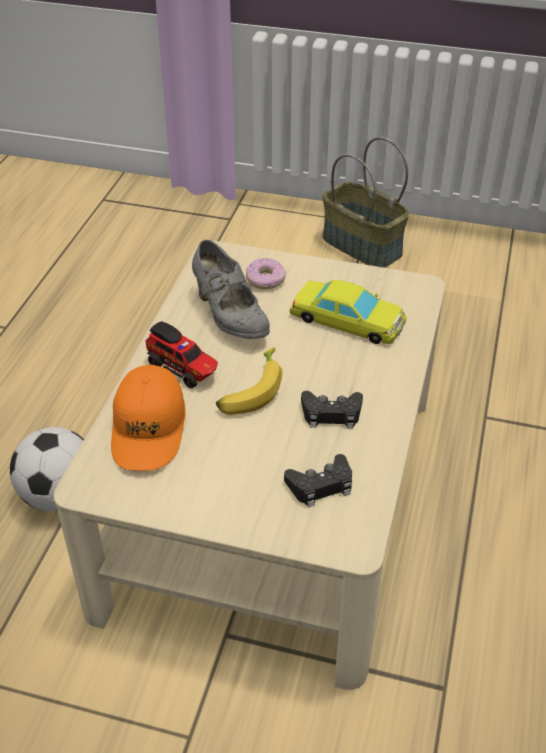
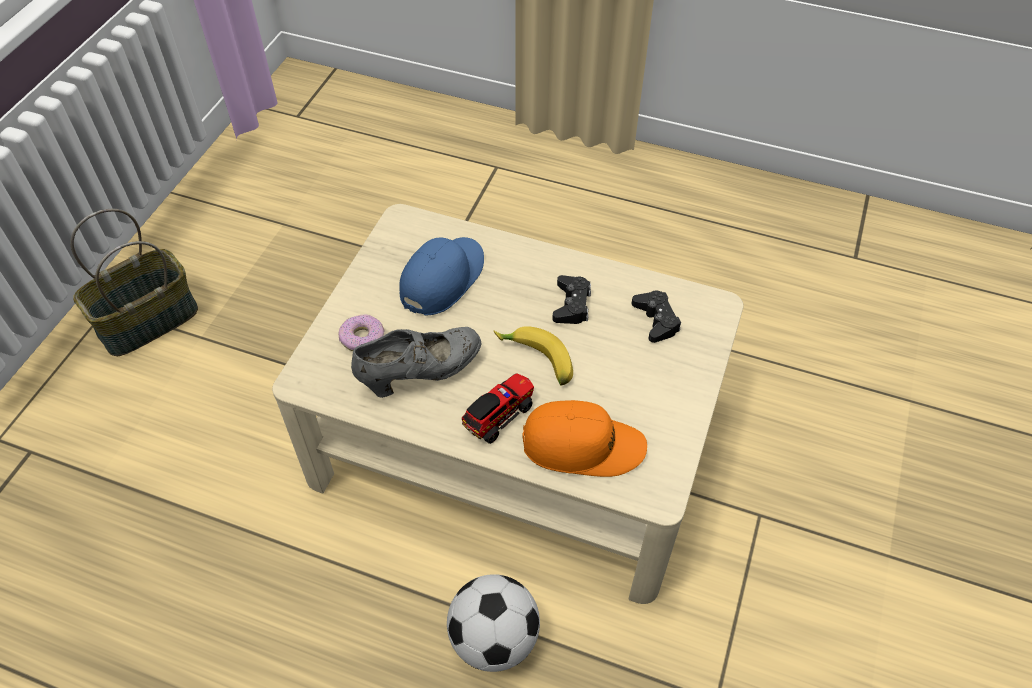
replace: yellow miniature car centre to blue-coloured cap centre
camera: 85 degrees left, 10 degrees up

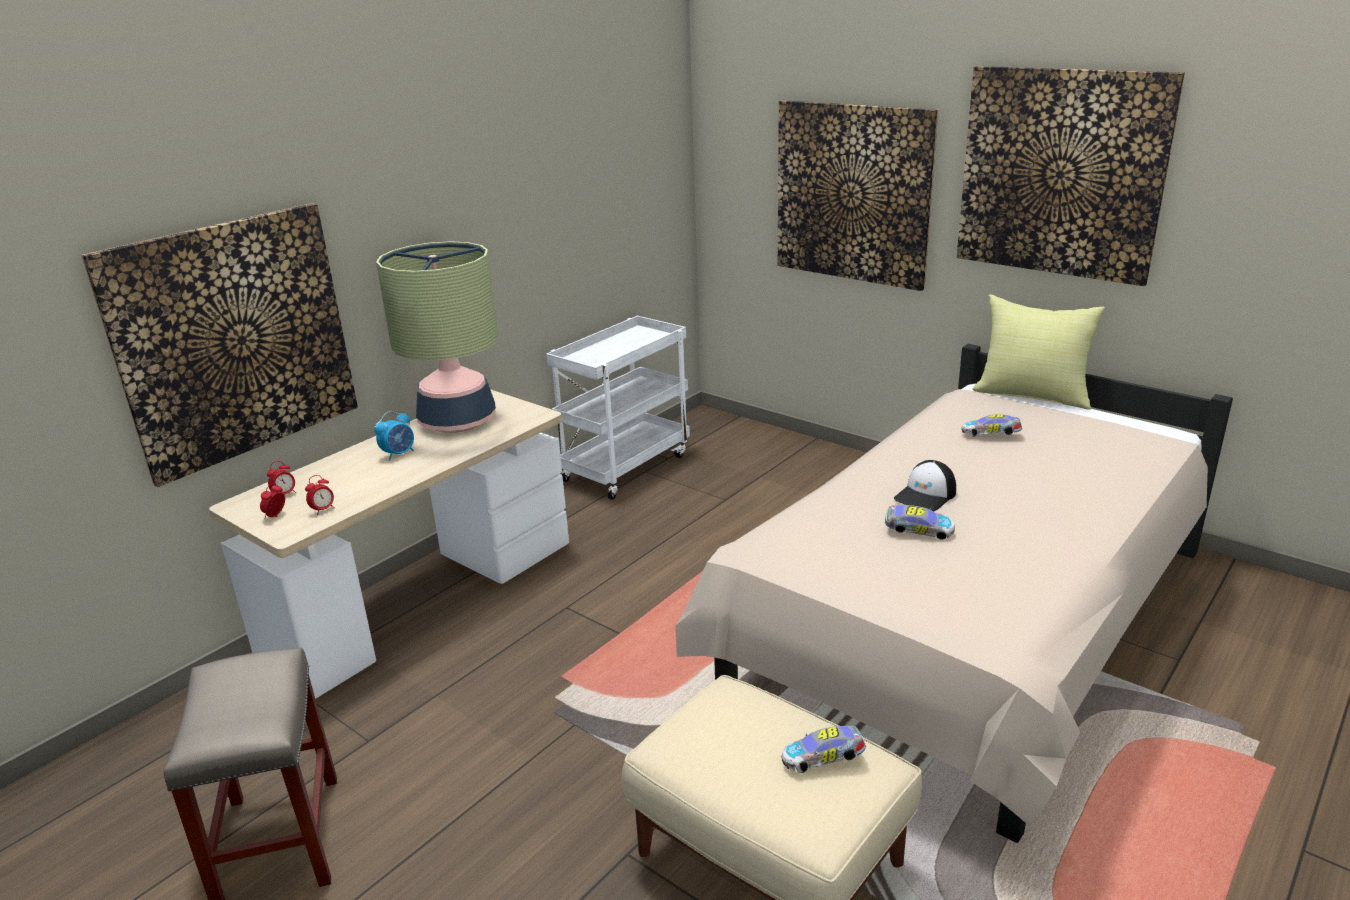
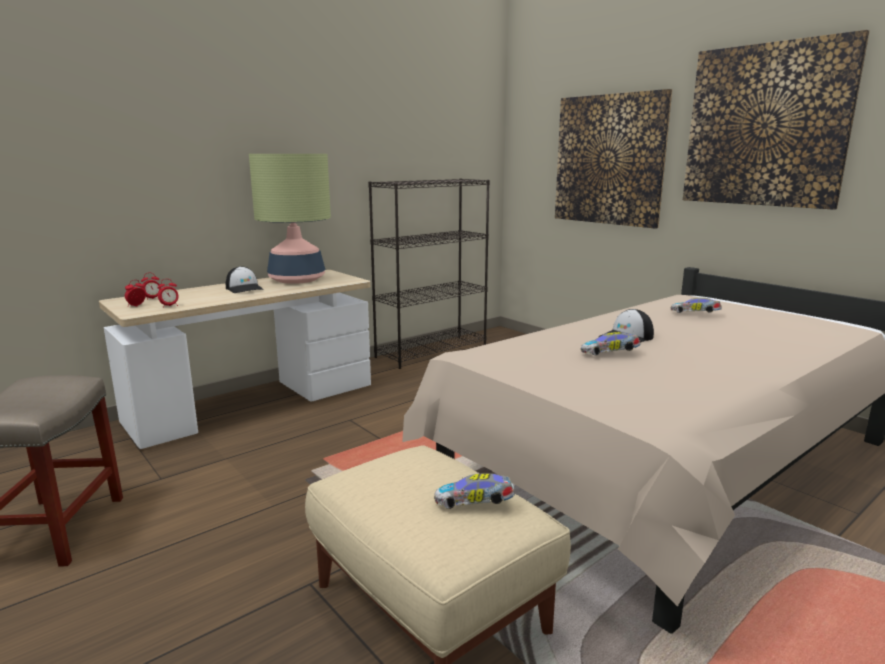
delete: wall picture (1st from left) middle left; yellow throw pillow middle right
replace: whitish wheeled cart centre to black shelving unit centre; table clock (4th from left) middle left to cap (1st from left) middle left
rotate: miniature car (2nd from left) middle right = middle right 150 degrees clockwise
camera: 10 degrees right, 10 degrees down

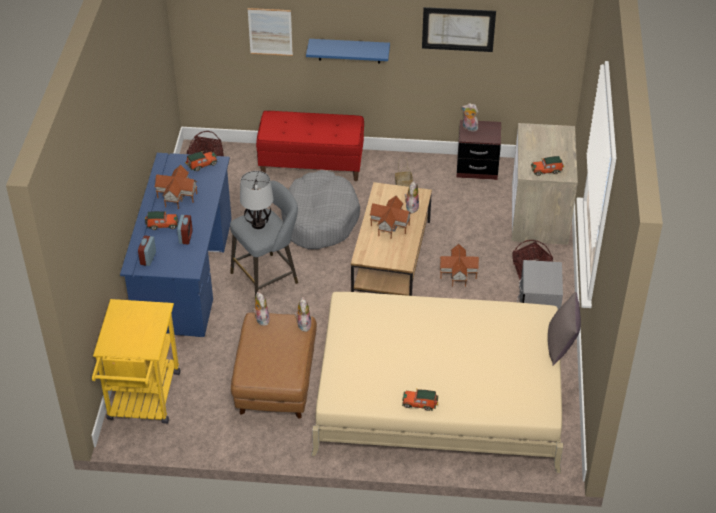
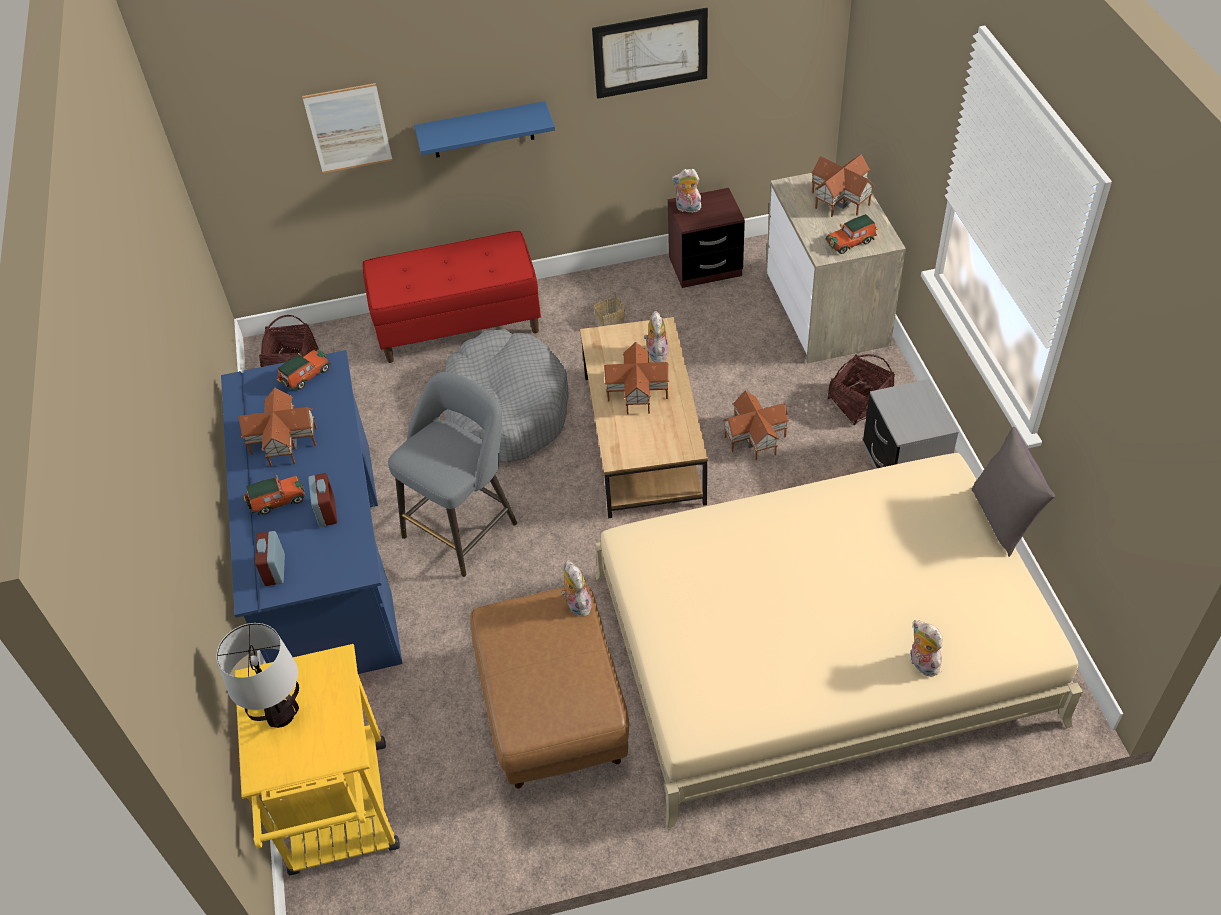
delete: miniature car (3rd from left) bottom centre
insert: model house (4th from left) top right
move: lamp for a table centre to bottom left; plush toy (1st from left in the first image) centre to plush toy (4th from left) bottom right
camera: 15 degrees left, 5 degrees up

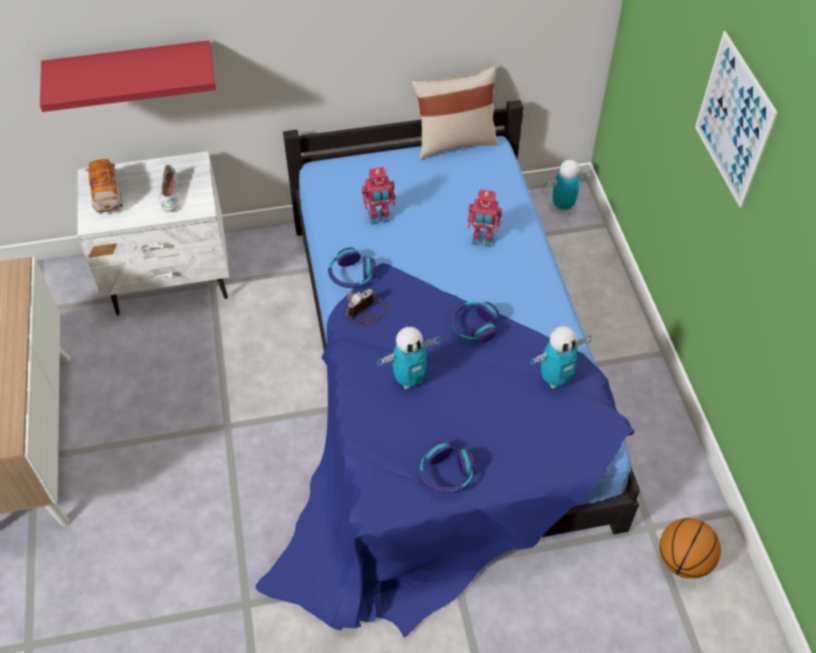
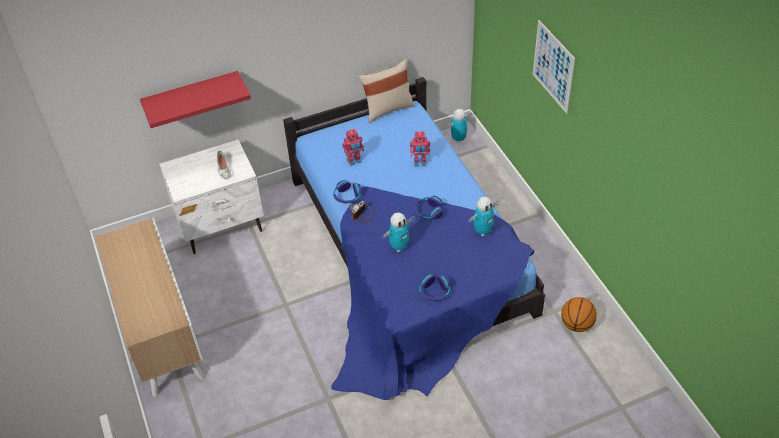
delete: miniature car top left
camera: 10 degrees left, 5 degrees down

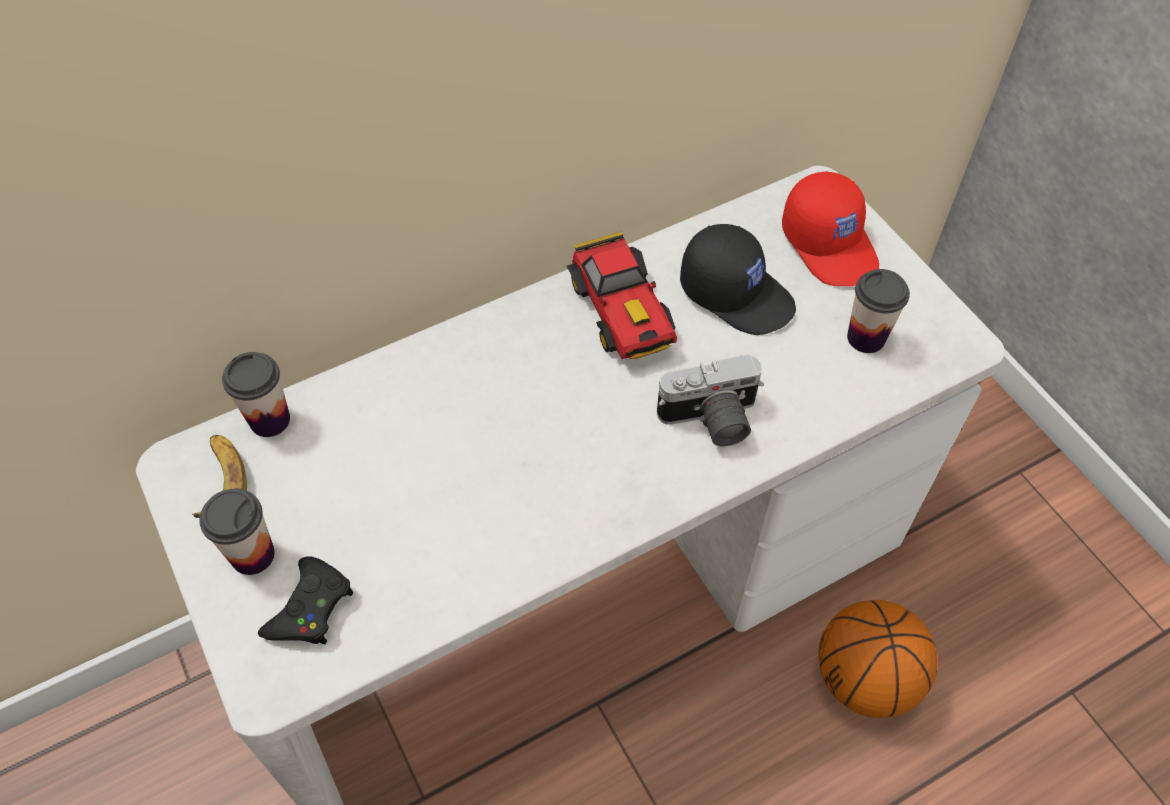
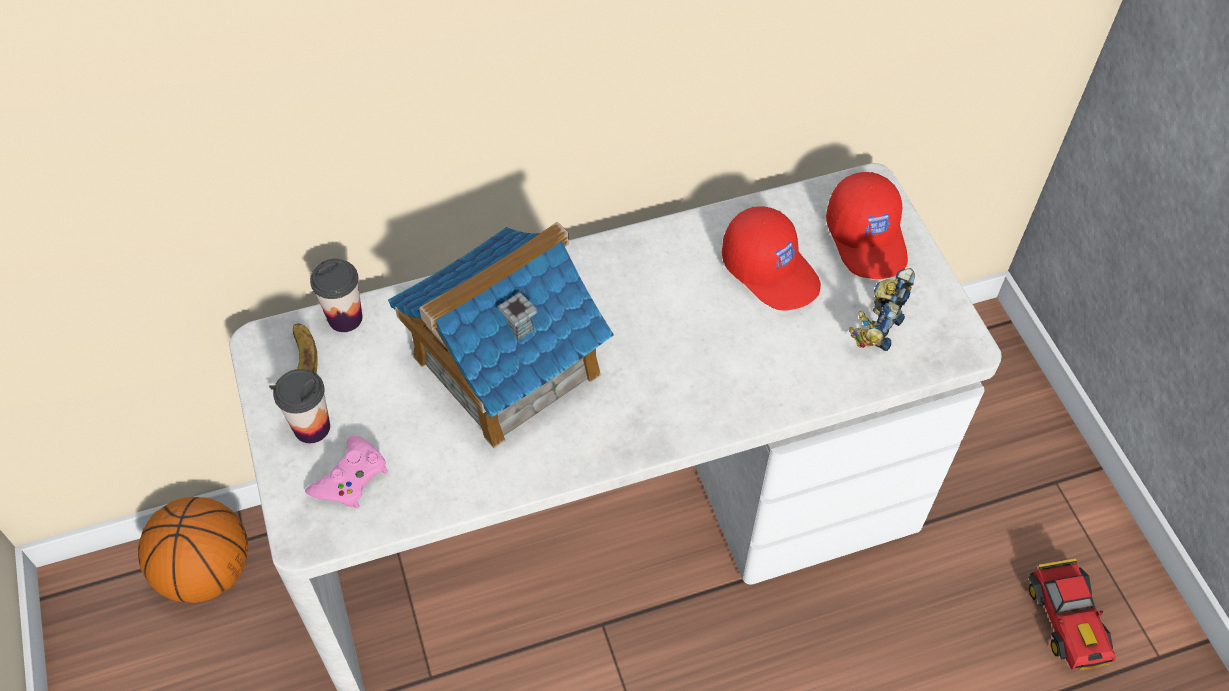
delete: photo camera centre
insert: model house centre
move: miniature car centre to bottom right; basketball ball bottom right to bottom left
replace: drinking cup (3rd from left) middle right to toy robot middle right
recolor: black cap centre to red-coloured cap (1st from left) centre; black game controller bottom left to pink-coloured game controller bottom left
camera: 10 degrees right, 0 degrees up

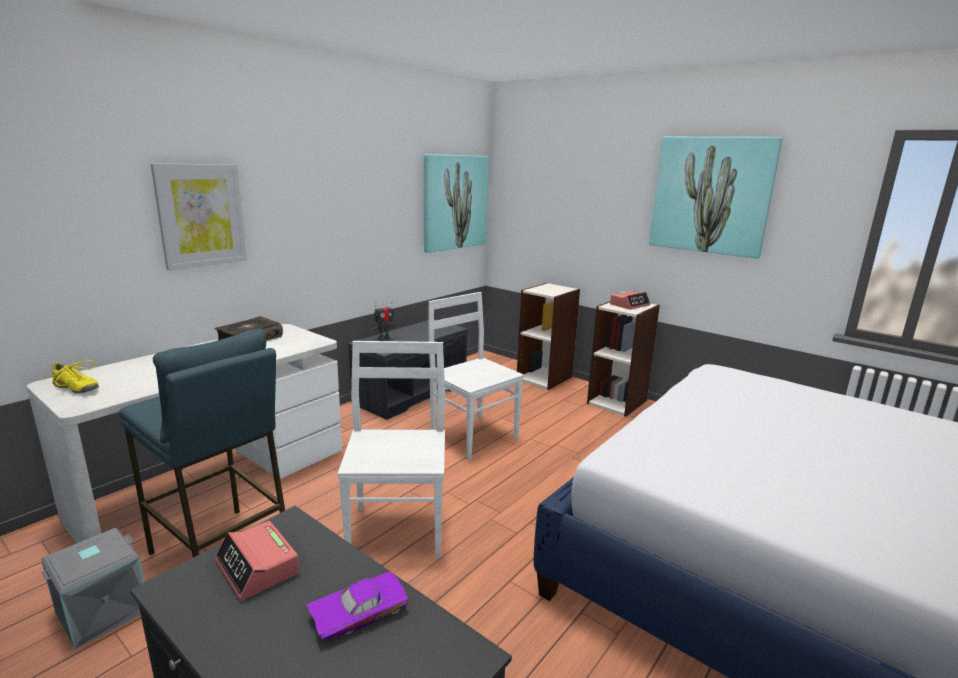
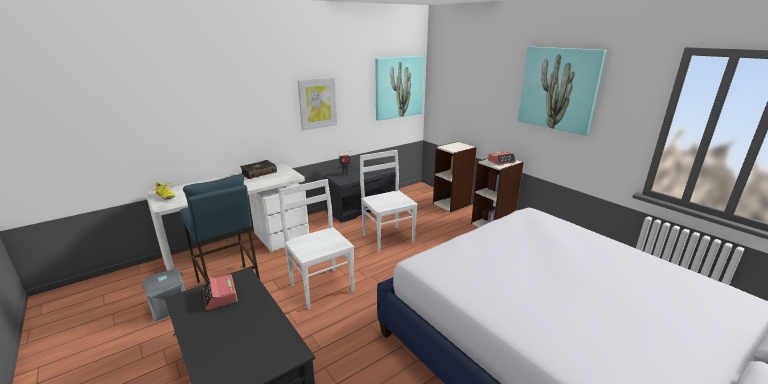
delete: purplish miniature car bottom centre
move: wall picture (1st from left) top left to top centre
rotate: whitish plain chair (1st from left) centre = centre 45 degrees counterclockwise
camera: 15 degrees right, 5 degrees up

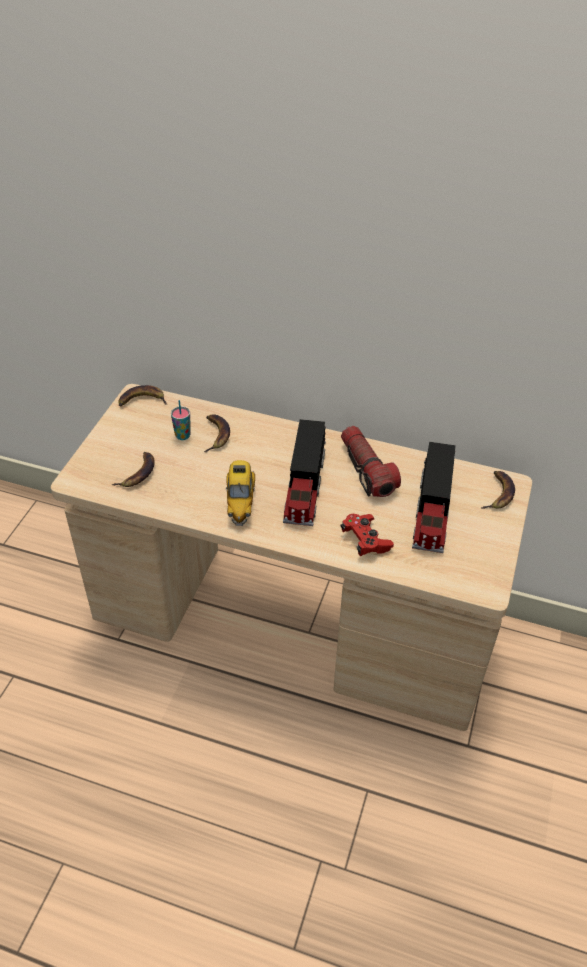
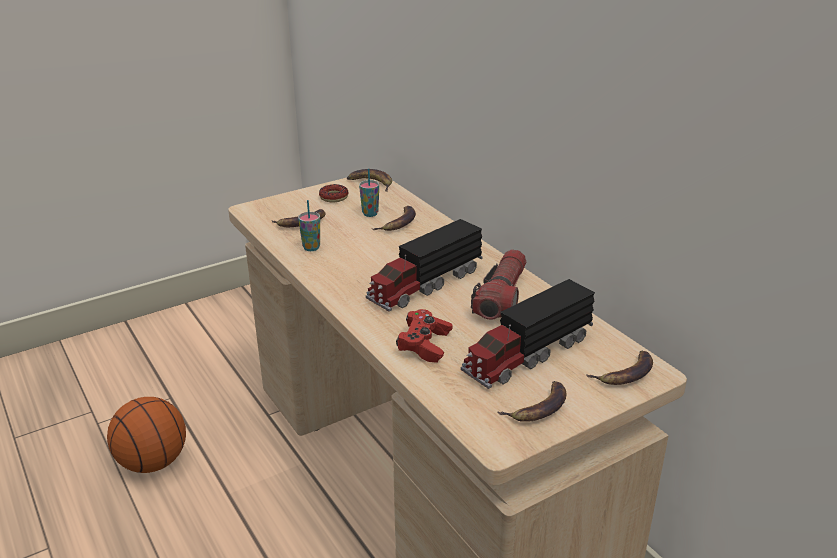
delete: miniature car centre
insert: doughnut centre; drinking cup (1st from left) centre; whole banana (4th from left) bottom centre; basketball ball bottom left
camera: 40 degrees right, 15 degrees down

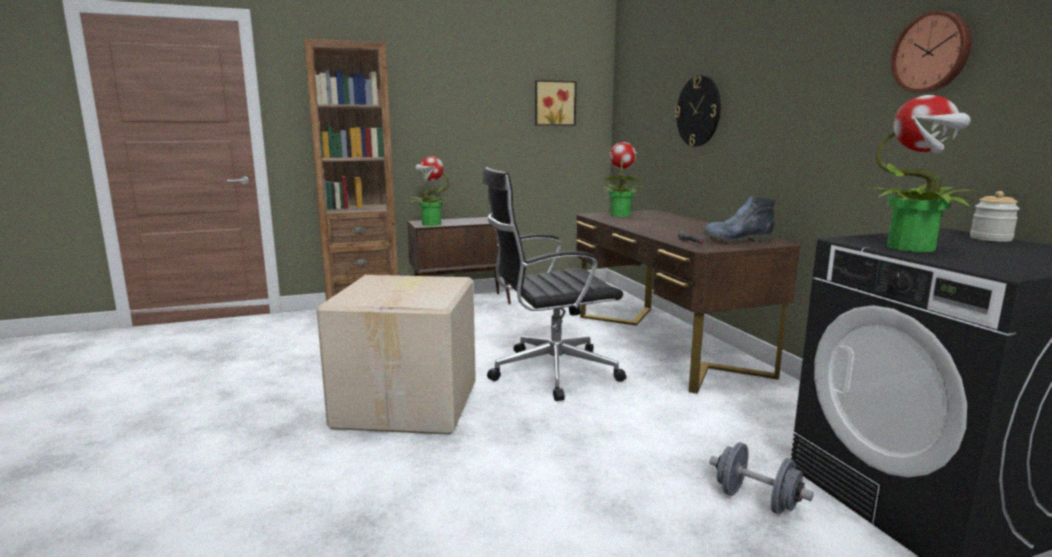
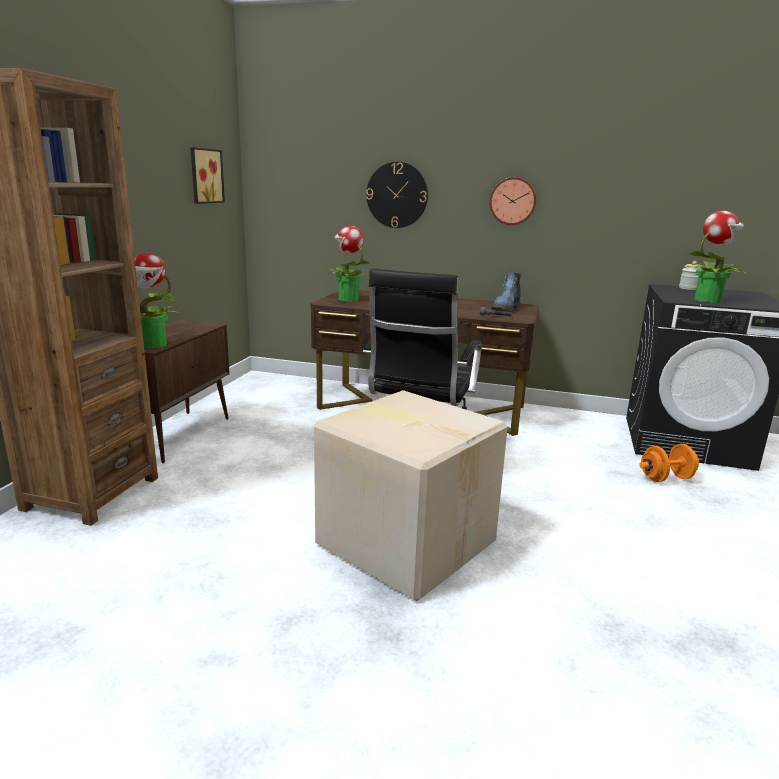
move: clock on the wall (2nd from left) top right to top centre
recolor: gray free weight bottom right to orange free weight middle right
camera: 55 degrees left, 5 degrees up

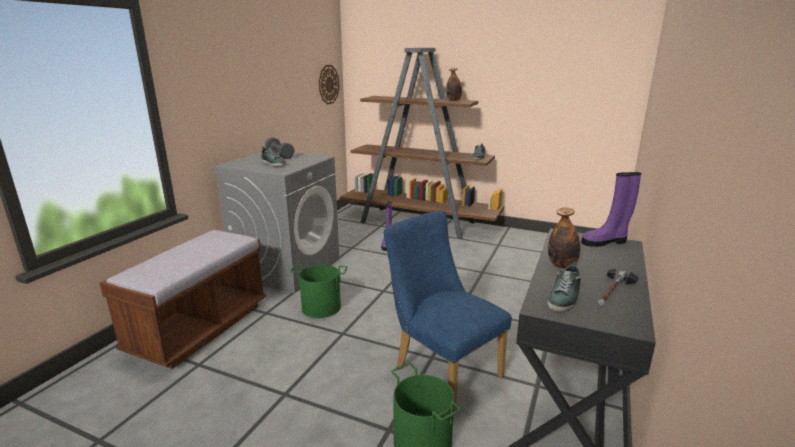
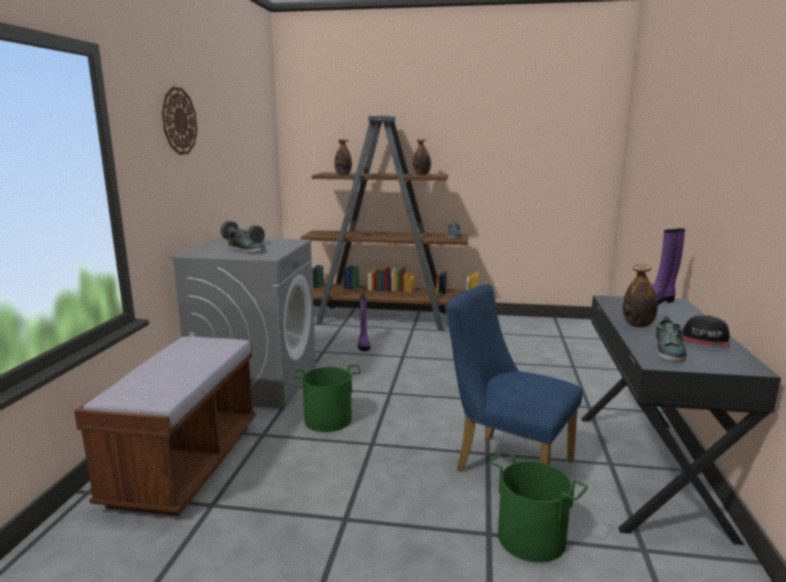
insert: drink bottle (1st from left) top centre
move: clock on the wall top centre to top left
replace: hammer middle right to cap middle right
camera: 15 degrees left, 5 degrees down

